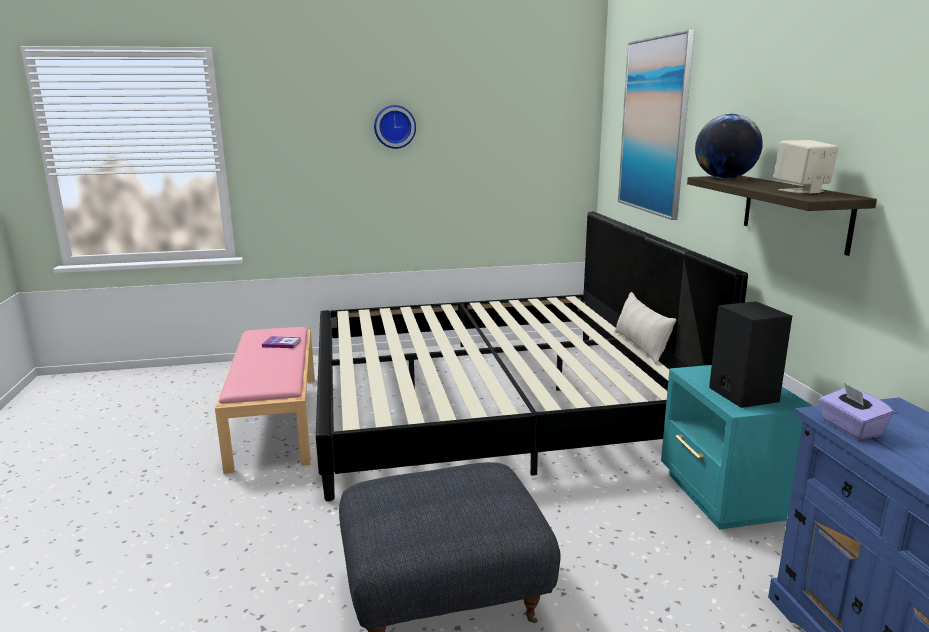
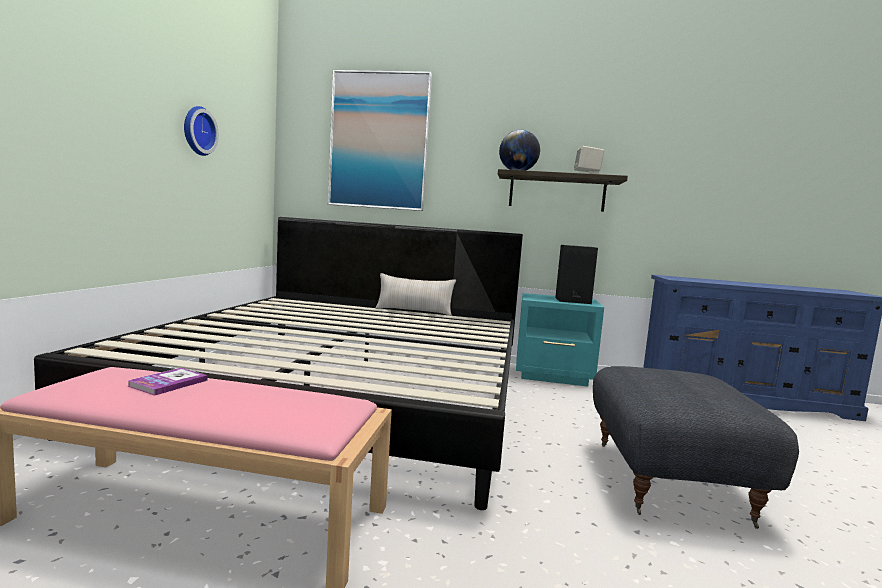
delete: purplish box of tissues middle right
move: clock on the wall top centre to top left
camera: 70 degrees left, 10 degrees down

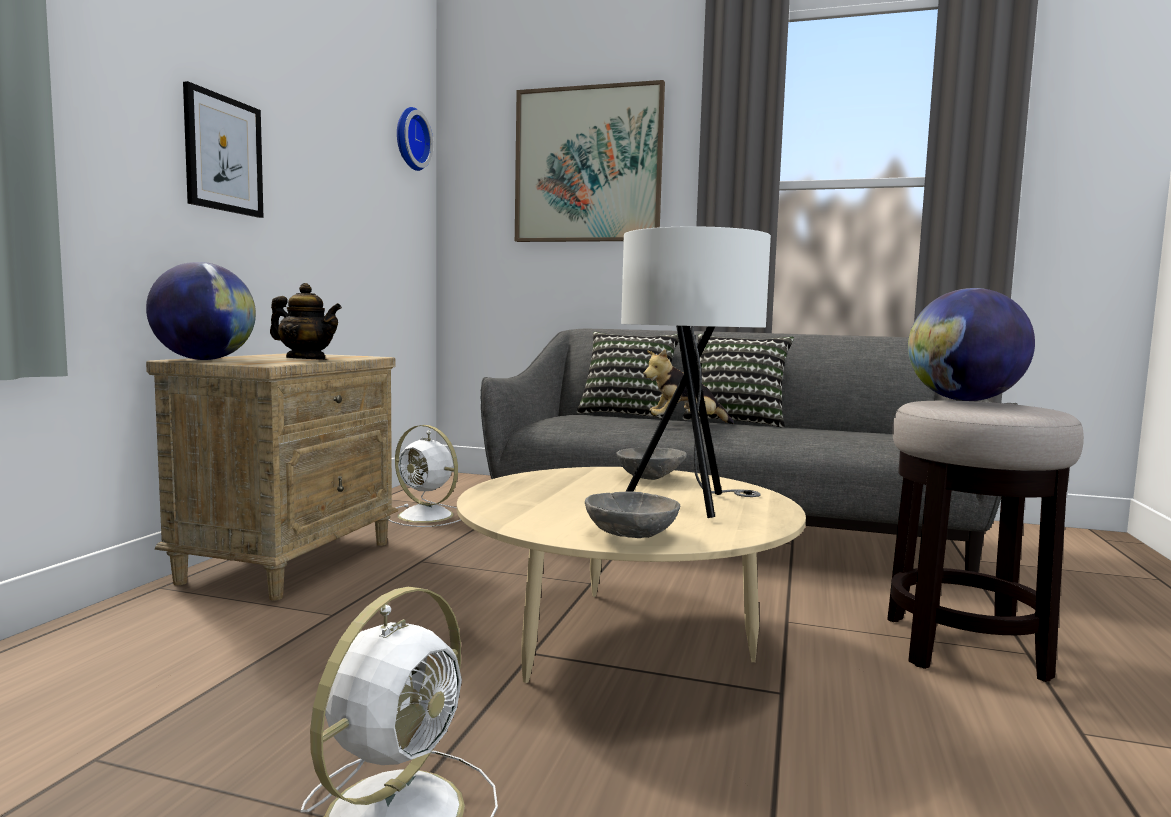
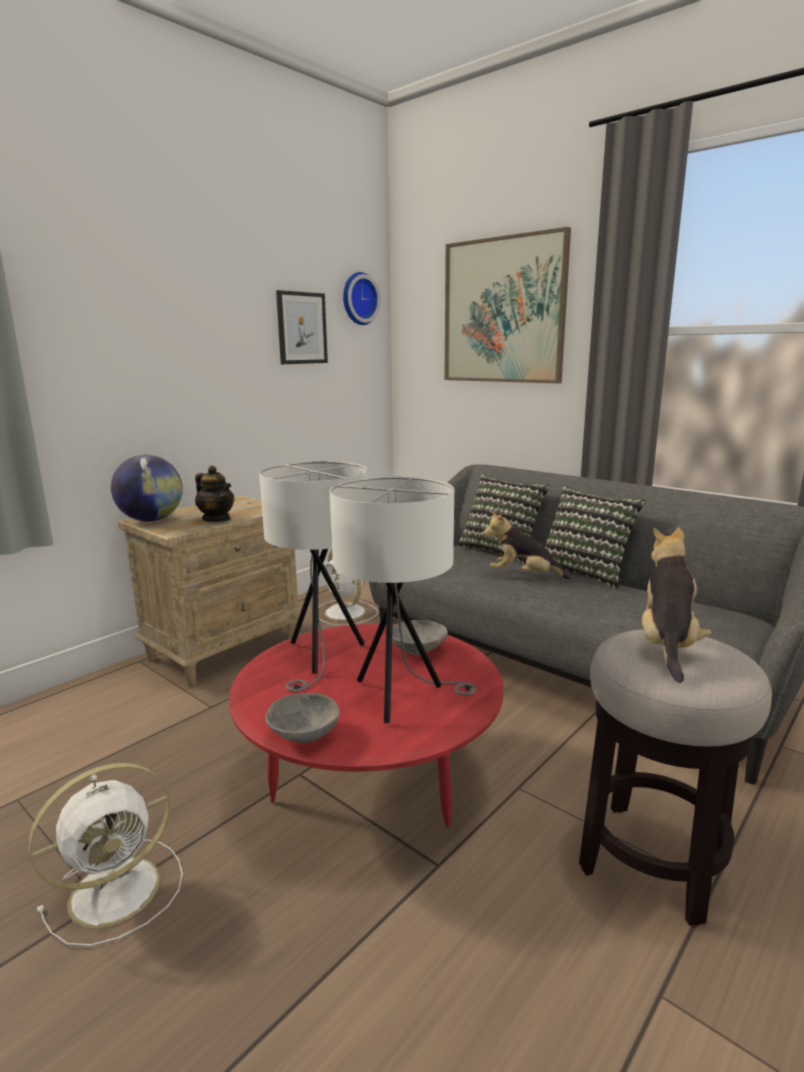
insert: whitish lamp for a table (1st from left) centre
move: wall picture (1st from left) top left to top centre
replace: globe (2nd from left) middle right to plush toy (2nd from left) middle right
recolor: beige lounge table bottom centre to red-coloured lounge table bottom centre
camera: 25 degrees right, 10 degrees up

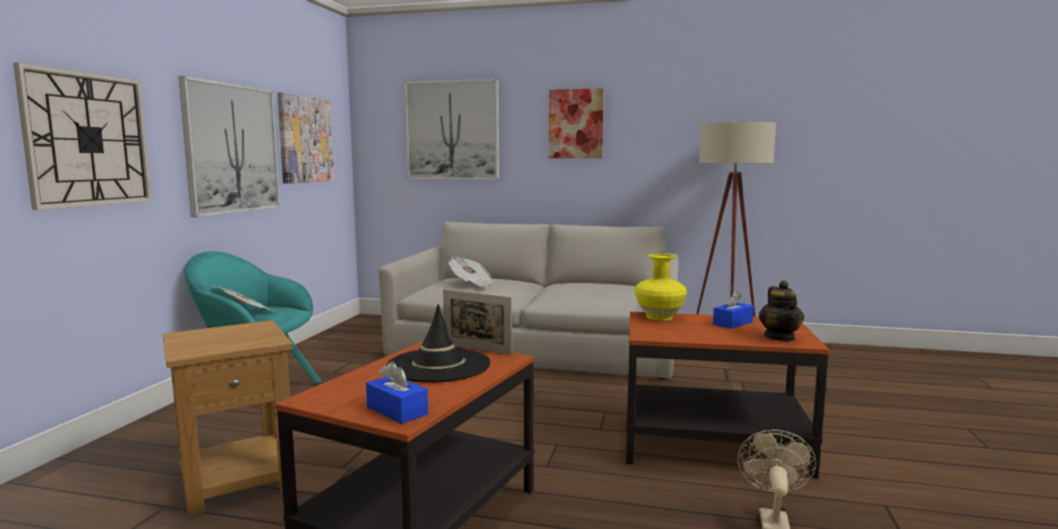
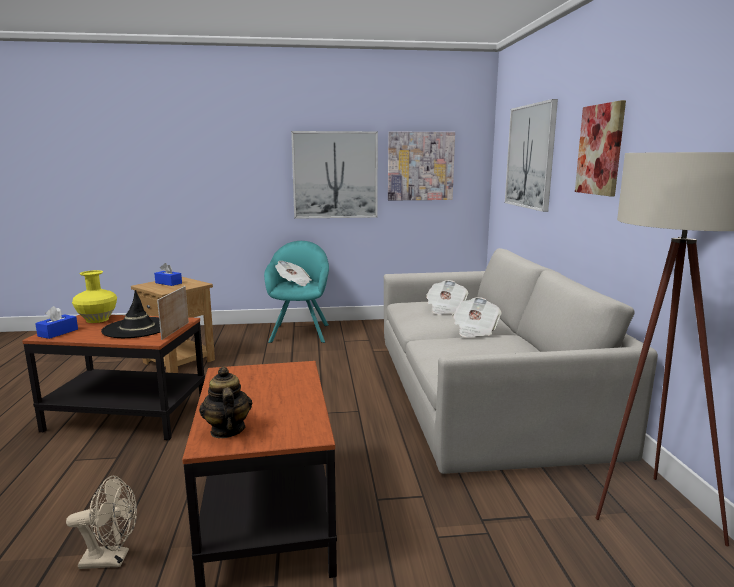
delete: clock on the wall top left
insert: newspaper (3rd from left) centre
move: yellow flower vase centre to middle left; blue-coloured box of tissues (2nd from left) middle right to middle left
rotate: tea pot middle right = bottom left 90 degrees clockwise
camera: 70 degrees right, 5 degrees up

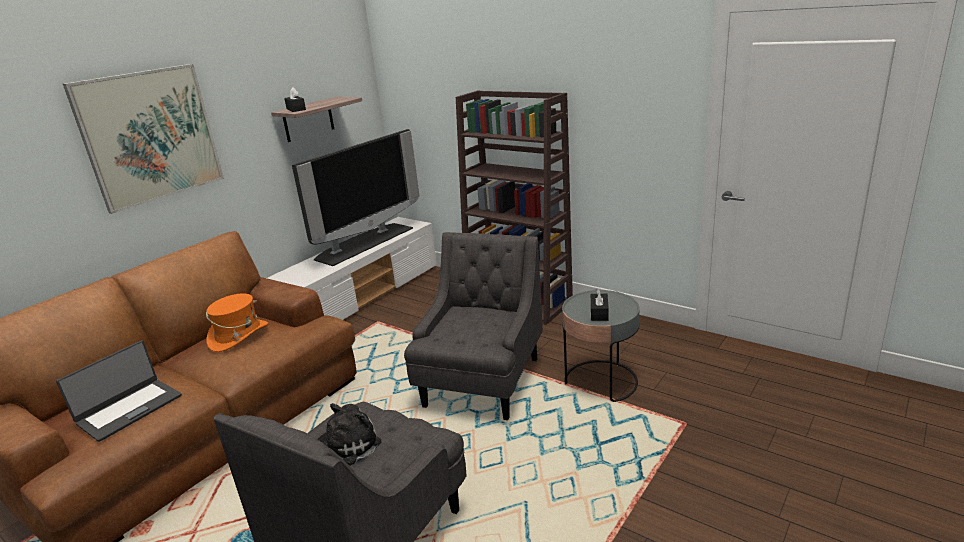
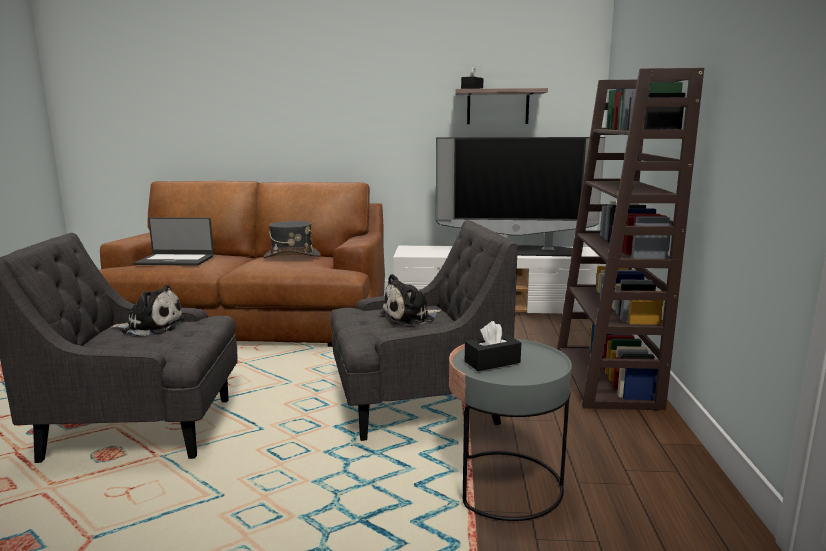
delete: wall picture top left
insert: plush toy (2nd from left) centre
recolor: orange hat middle left to gray hat centre
camera: 55 degrees right, 10 degrees down

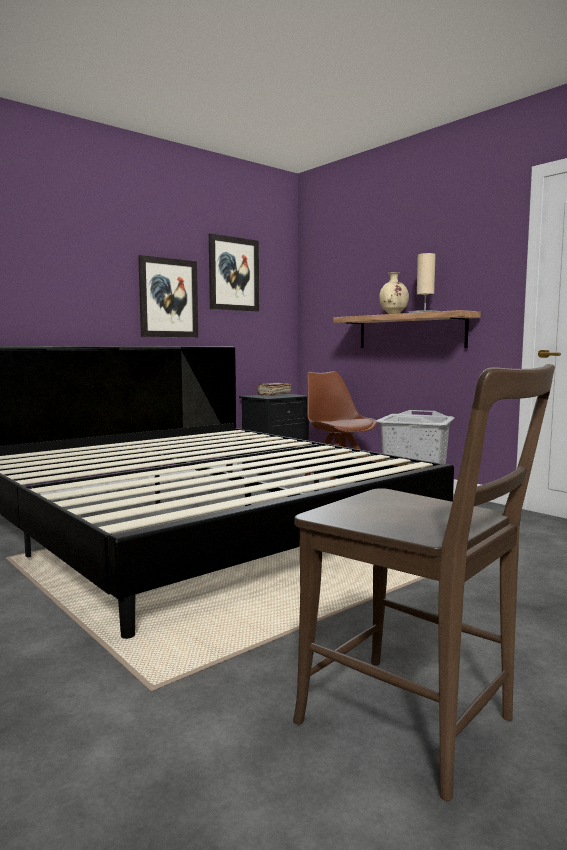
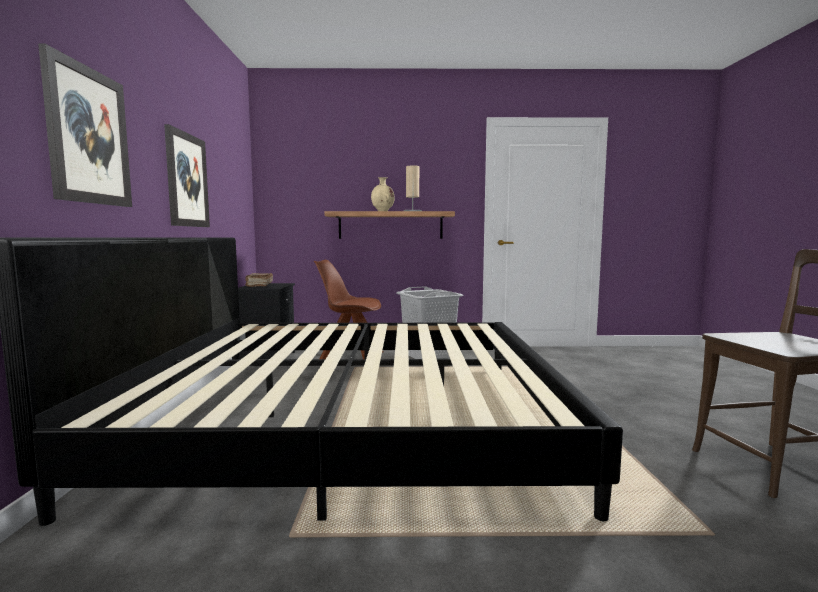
move: wall picture (2nd from left in the first image) top centre to wall picture (1st from left) top left
camera: 50 degrees left, 0 degrees up

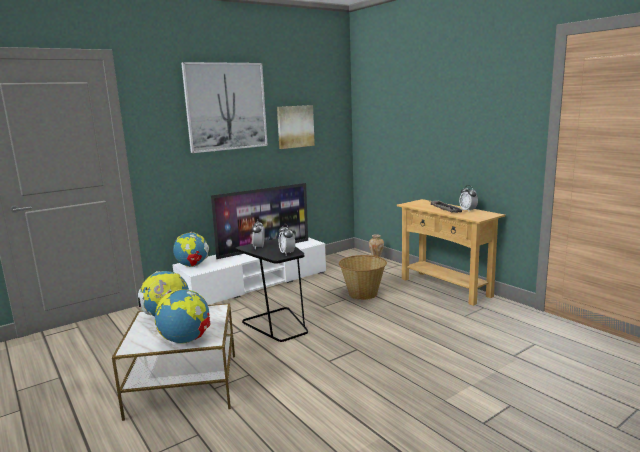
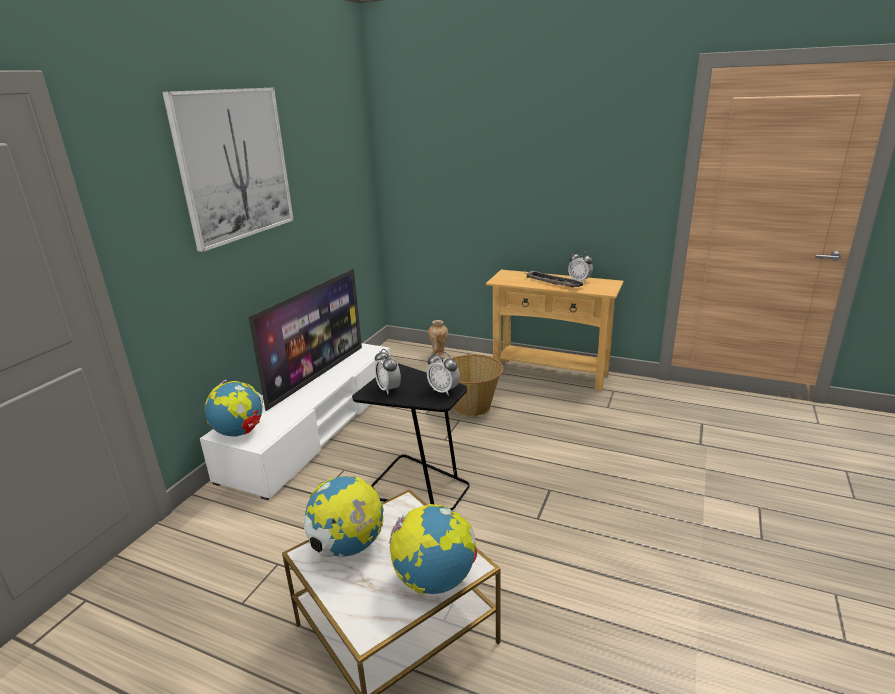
delete: wall picture (2nd from left) top centre
camera: 30 degrees left, 10 degrees up

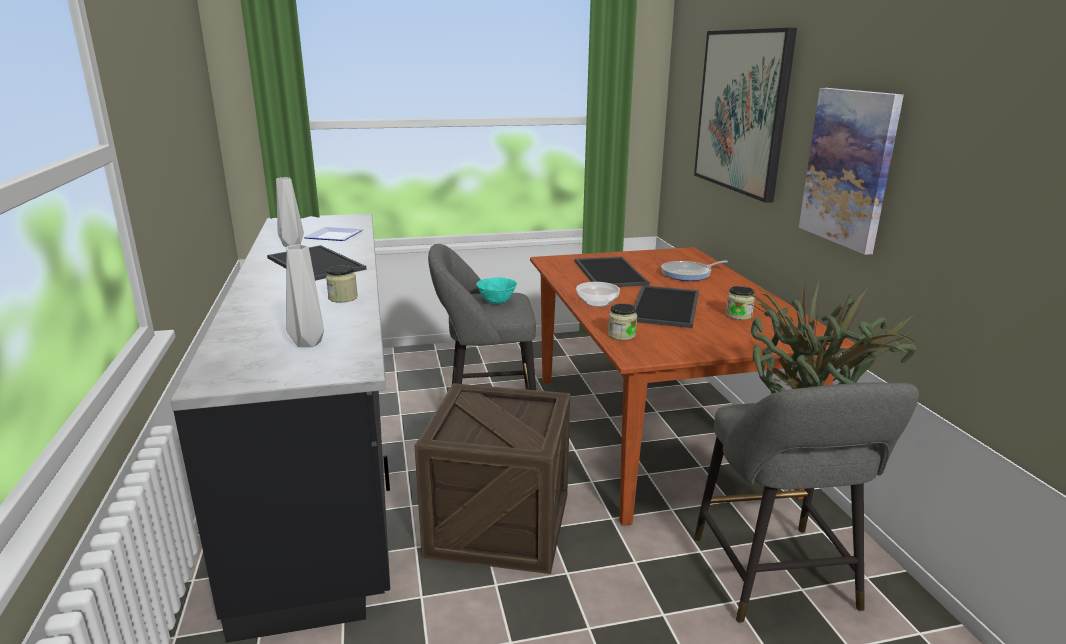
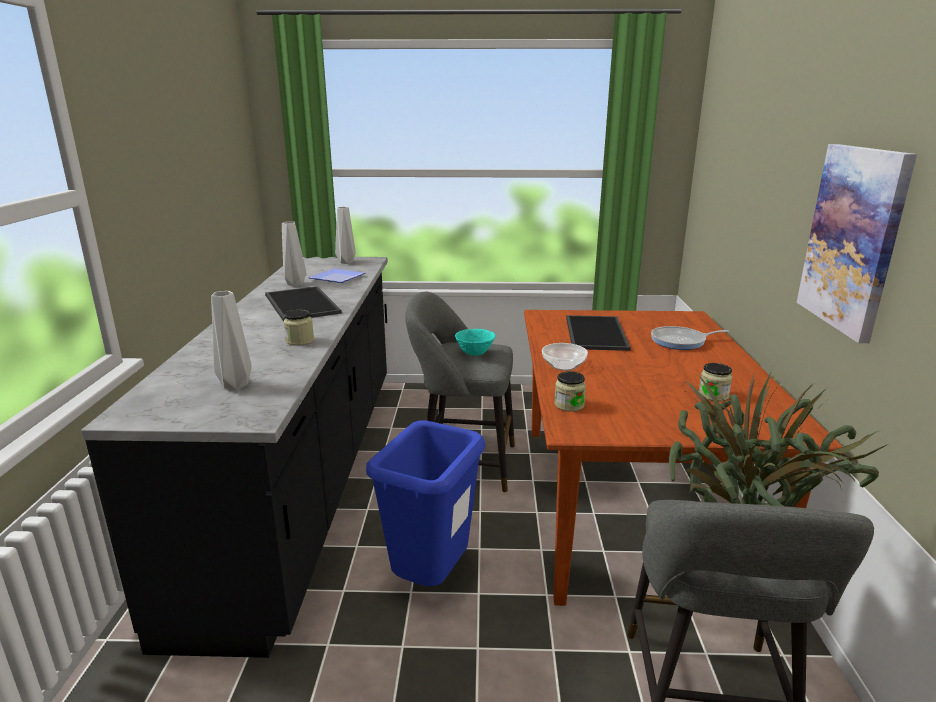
delete: wall picture (1st from left) top right; serving tray (3rd from left) centre
insert: gray flower vase (3rd from left) centre
replace: crate bottom centre to blue-coloured rubbish bin bottom centre
camera: 15 degrees right, 0 degrees up

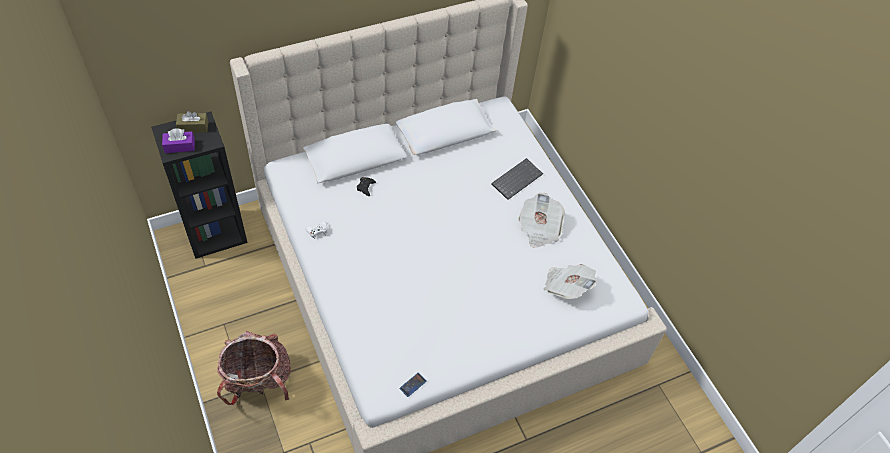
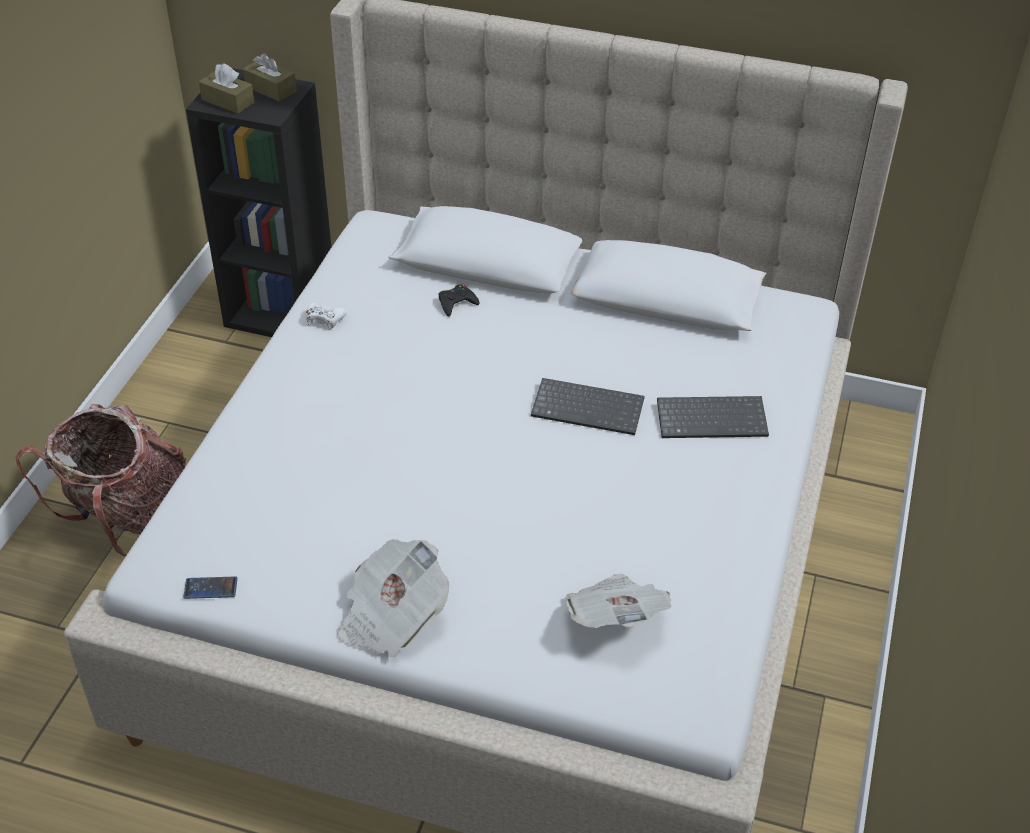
insert: keyboard (1st from left) centre
move: newspaper (1st from left) centre to bottom centre
recolor: purplish box of tissues top left to brown box of tissues (1st from left) top left
camera: 45 degrees right, 10 degrees down

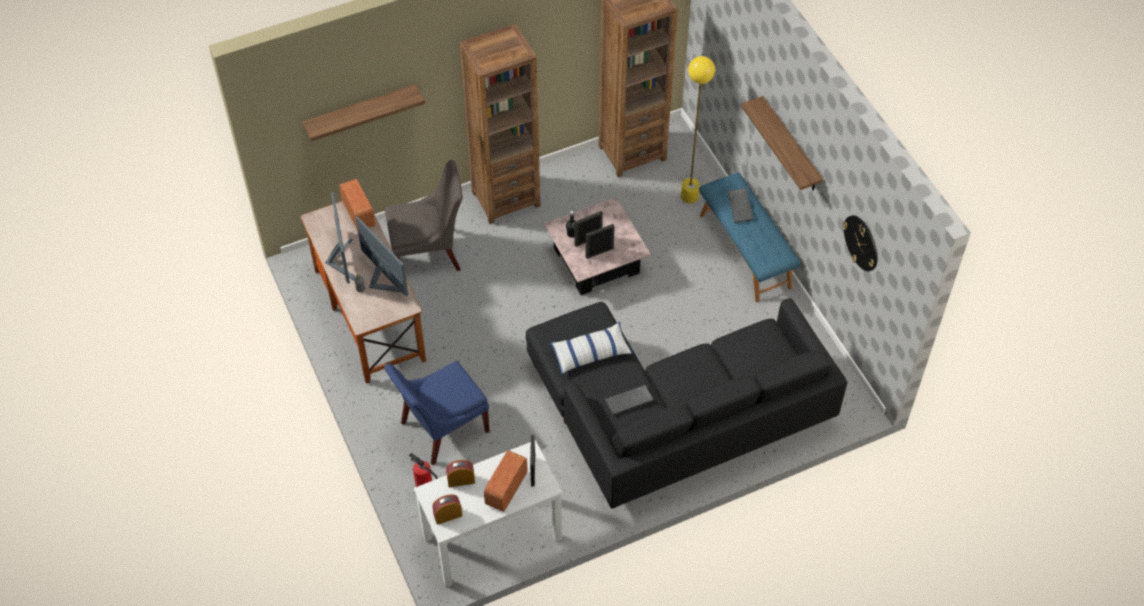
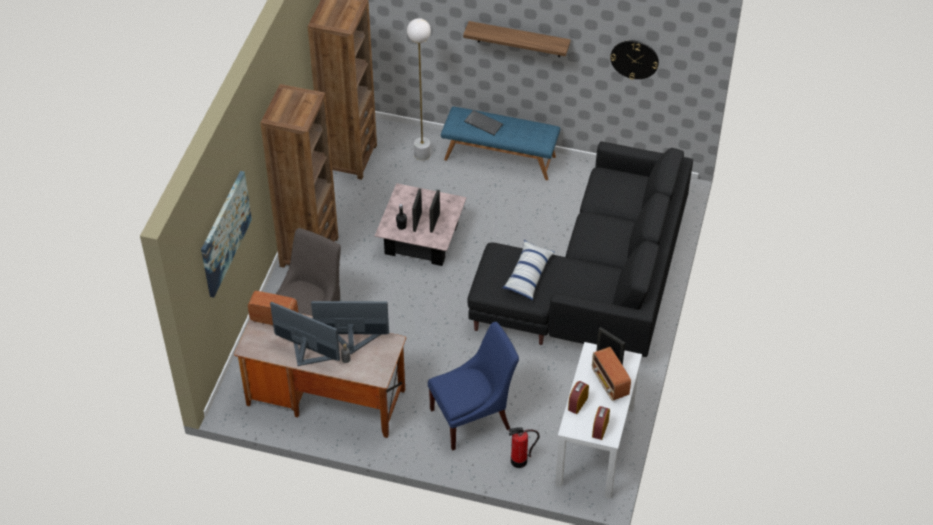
delete: keyboard (1st from left) centre
replace: bracket shelf (1st from left) top left to wall picture middle left
recolor: yellow standard lamp top centre to whitish standard lamp top centre
rotate: blue-coloured plain chair bottom centre = bottom centre 120 degrees counterclockwise
camera: 50 degrees left, 5 degrees down

